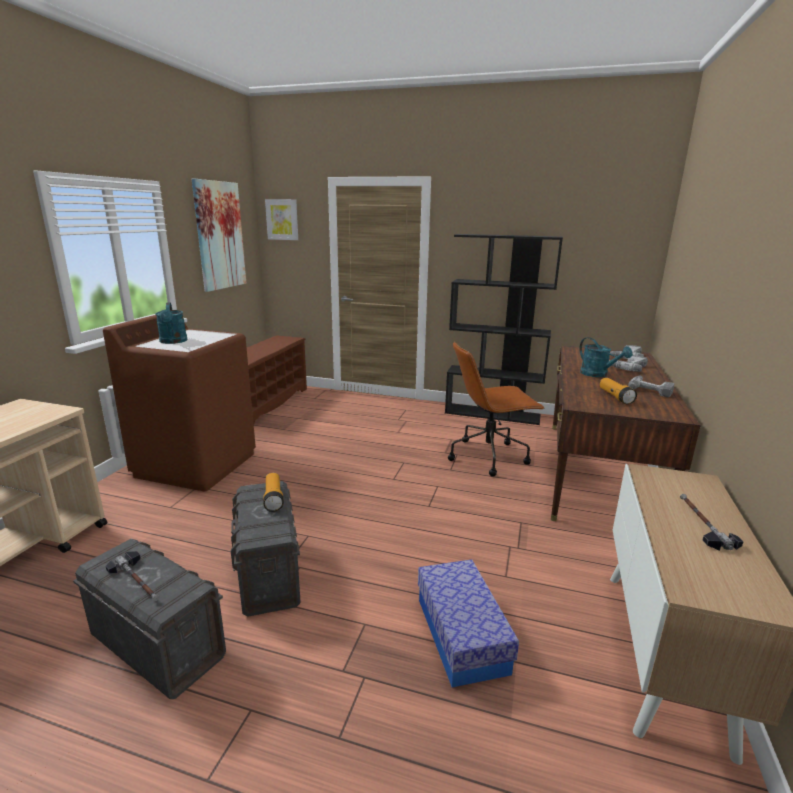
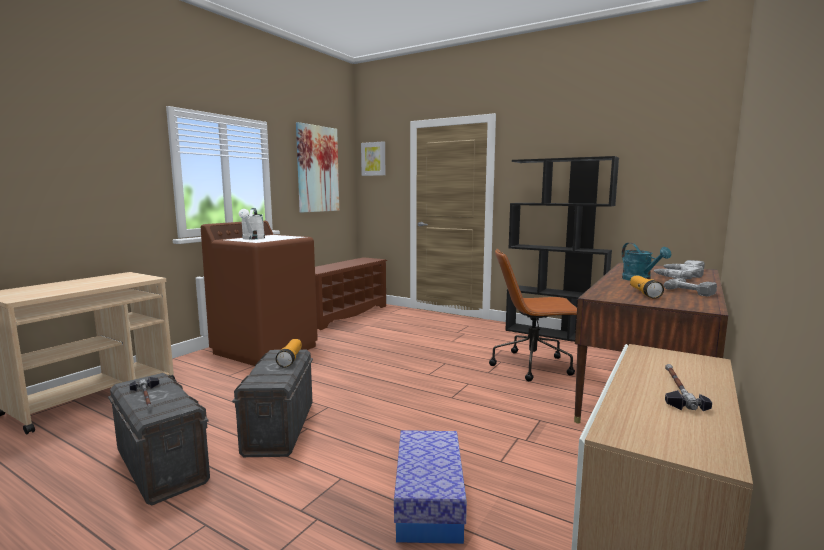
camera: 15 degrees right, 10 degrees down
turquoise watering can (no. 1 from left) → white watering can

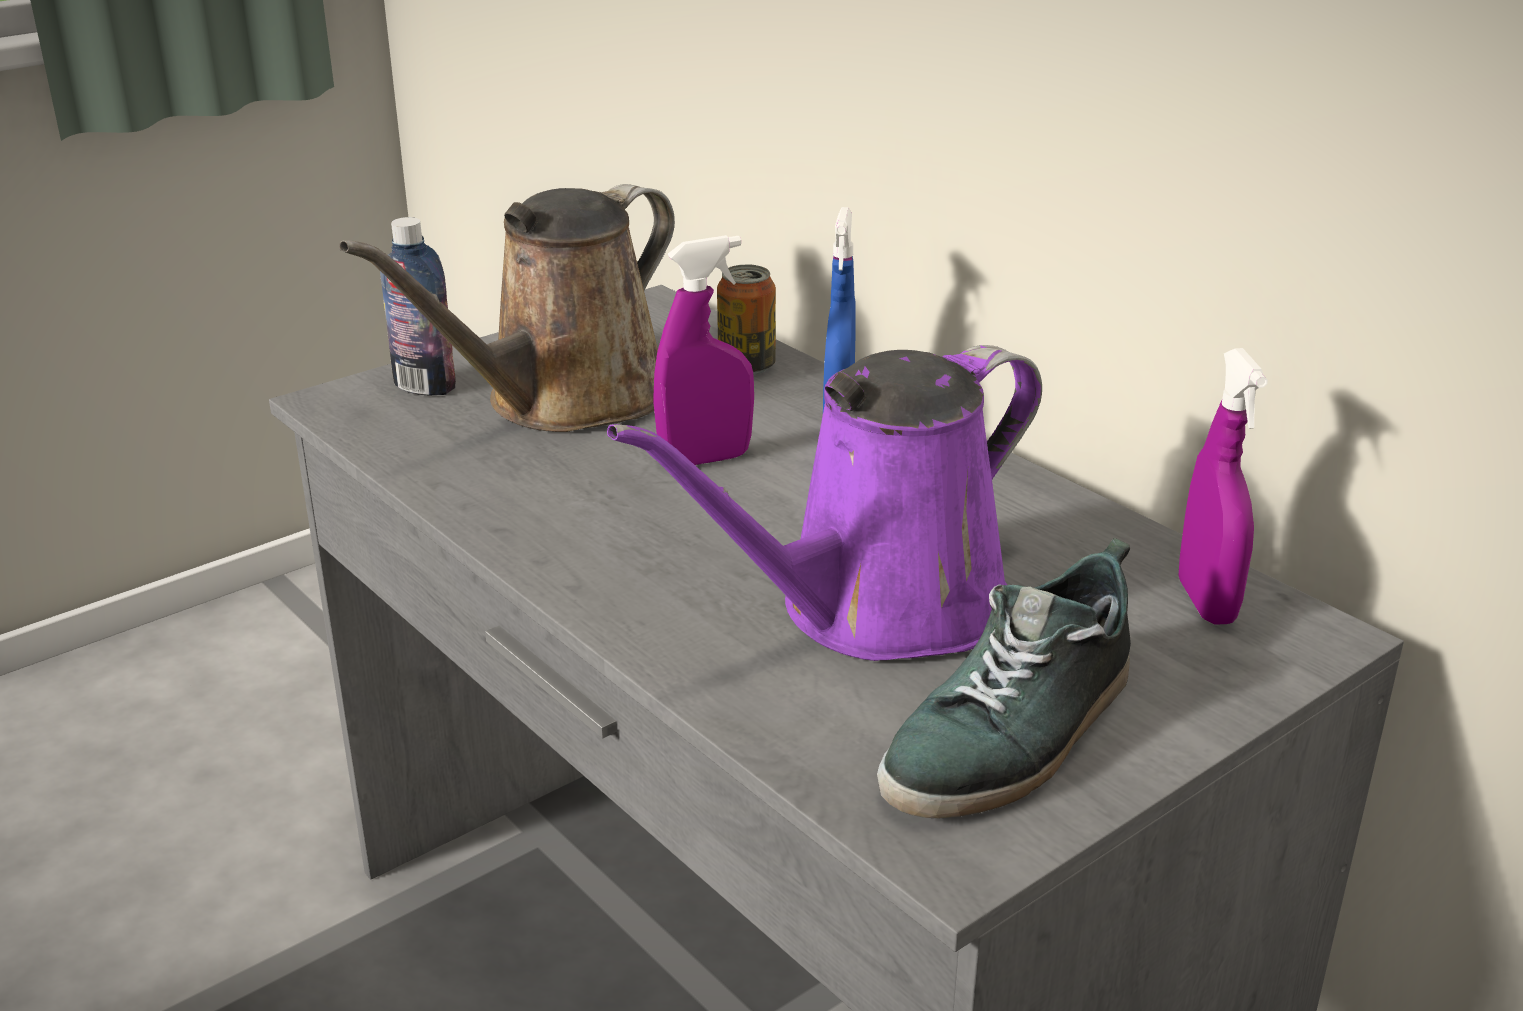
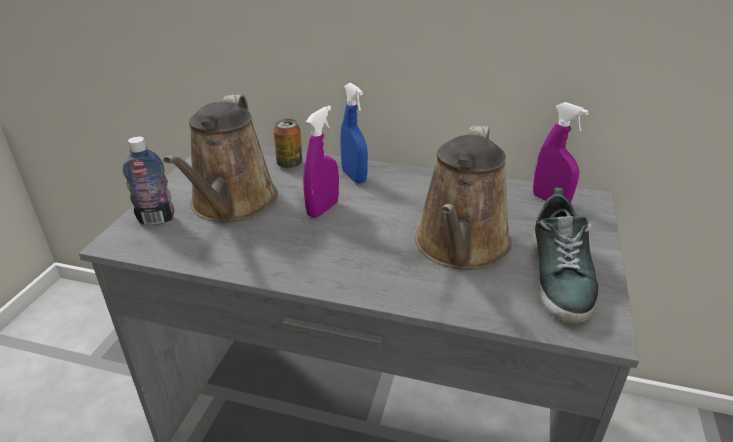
camera: 35 degrees left, 5 degrees up
purple watering can → brown watering can (no. 2 from left)

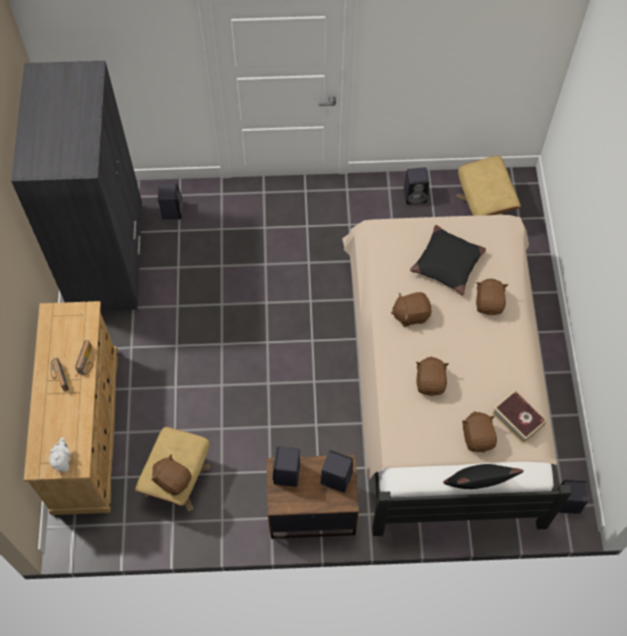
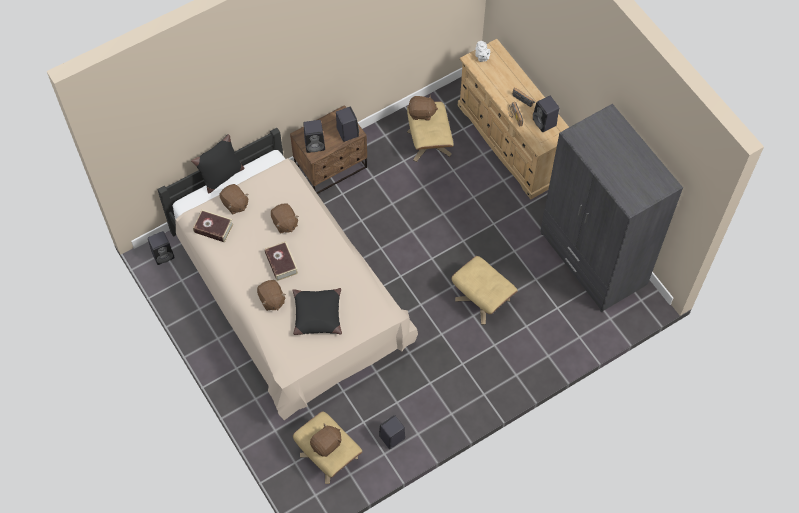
camera: 150 degrees right, 0 degrees up
black speaker (no. 1 from left in the first image) → black speaker (no. 5 from left), shifted
brown plush toy (no. 2 from left in the first image) → brown plush toy (no. 4 from left), shifted
- → book (no. 2 from left)
- → beige ottoman (no. 3 from left)

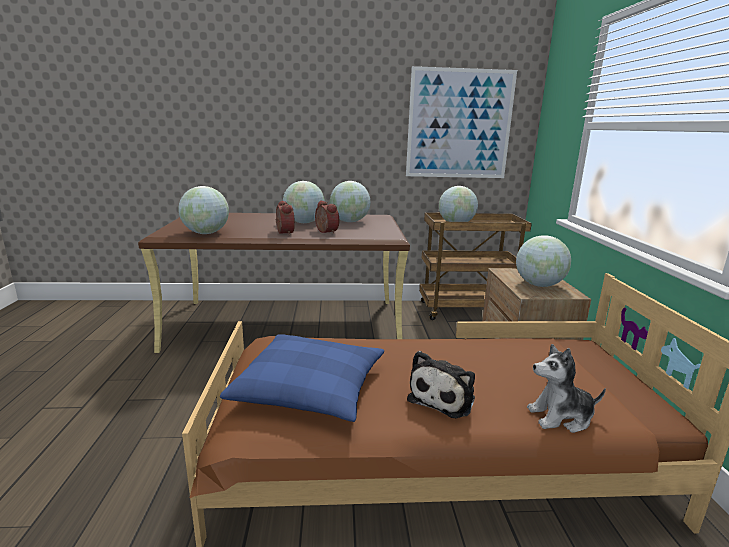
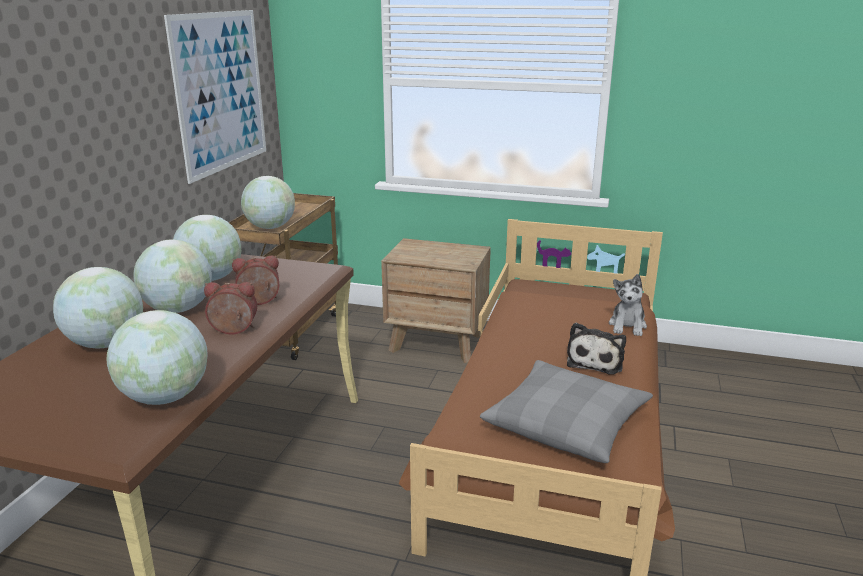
camera: 70 degrees left, 5 degrees up
globe (no. 5 from left in the first image) → globe (no. 1 from left), shifted
blue pillow → grey pillow
plush toy (no. 1 from left), 60 degrees clockwise

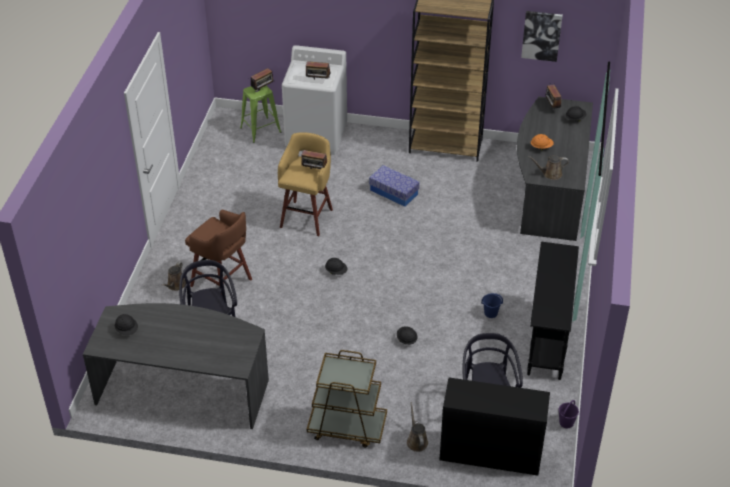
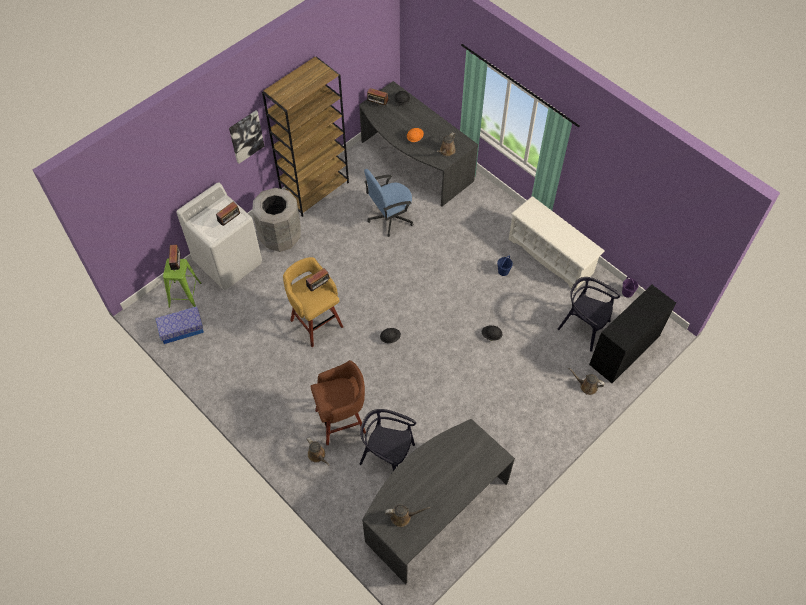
camera: 55 degrees left, 15 degrees up
picture, shifted
storage box, shifted
black console table → white shoe rack
black hard hat (no. 1 from left) → brown watering can (no. 2 from left)
brown cart → -
- → blue office chair
- → grey trash can

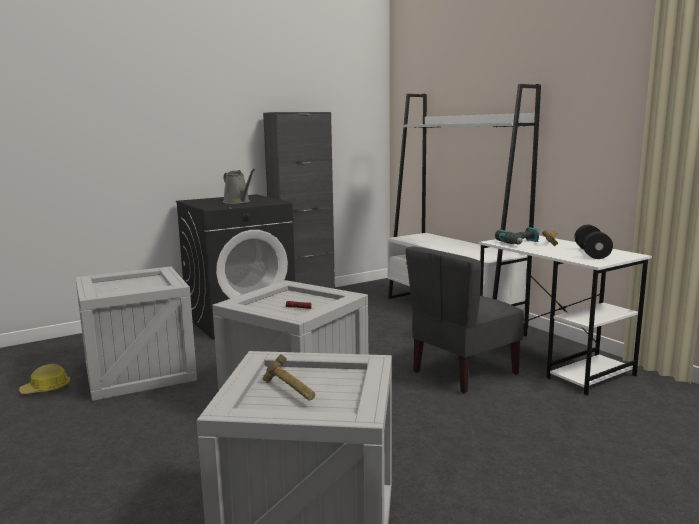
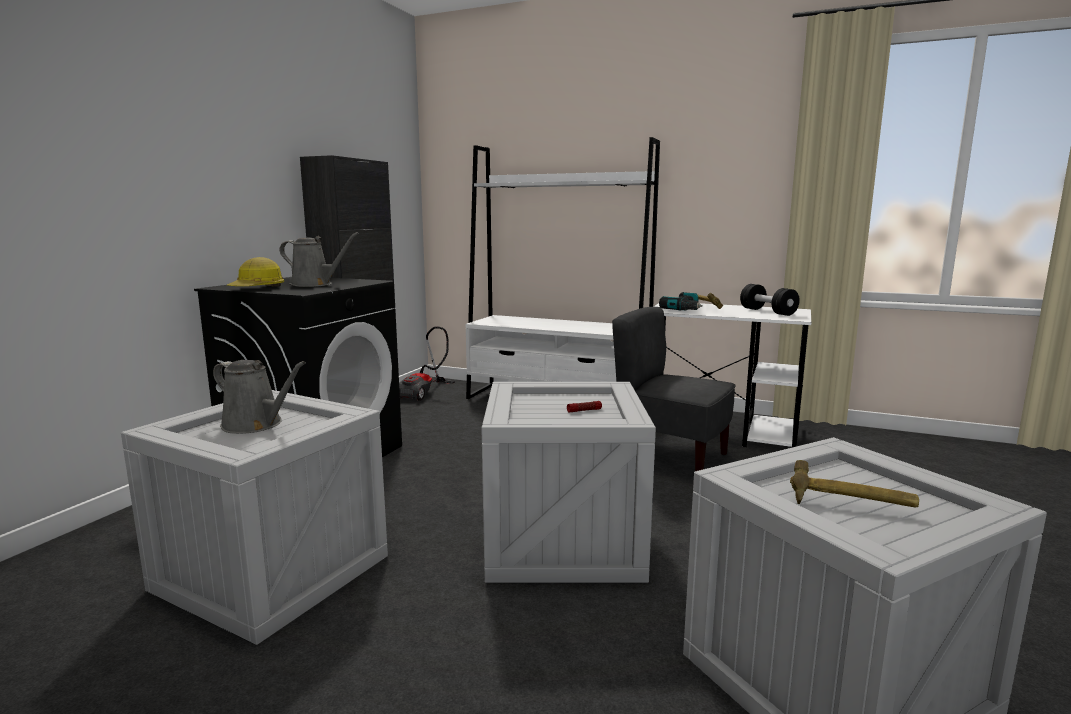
camera: 35 degrees left, 0 degrees up
grey chair, 105 degrees clockwise
hard hat, shifted
- → vacuum cleaner
- → grey watering can (no. 1 from left)

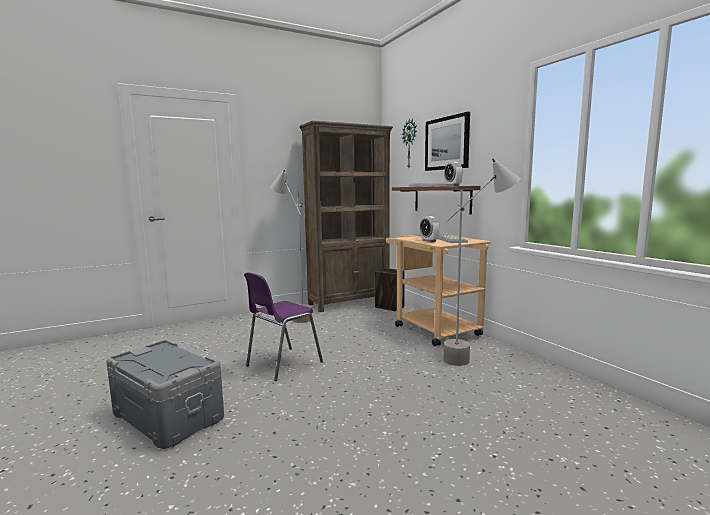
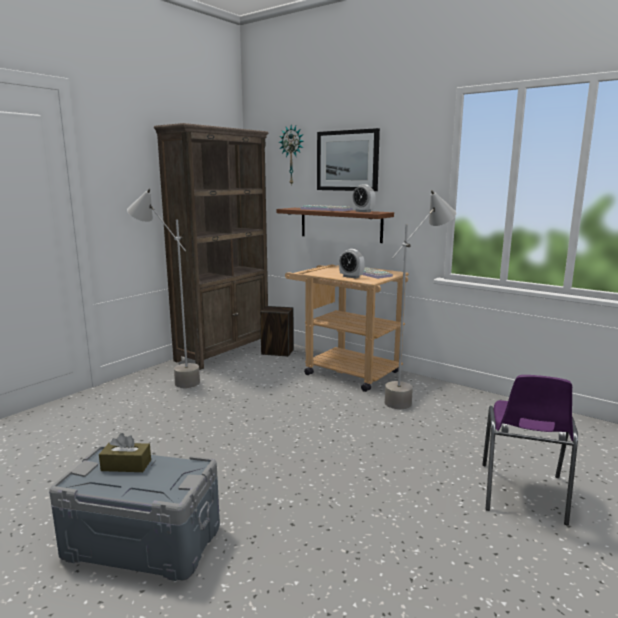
camera: 25 degrees left, 5 degrees up
purple chair, shifted
- → brown tissue box

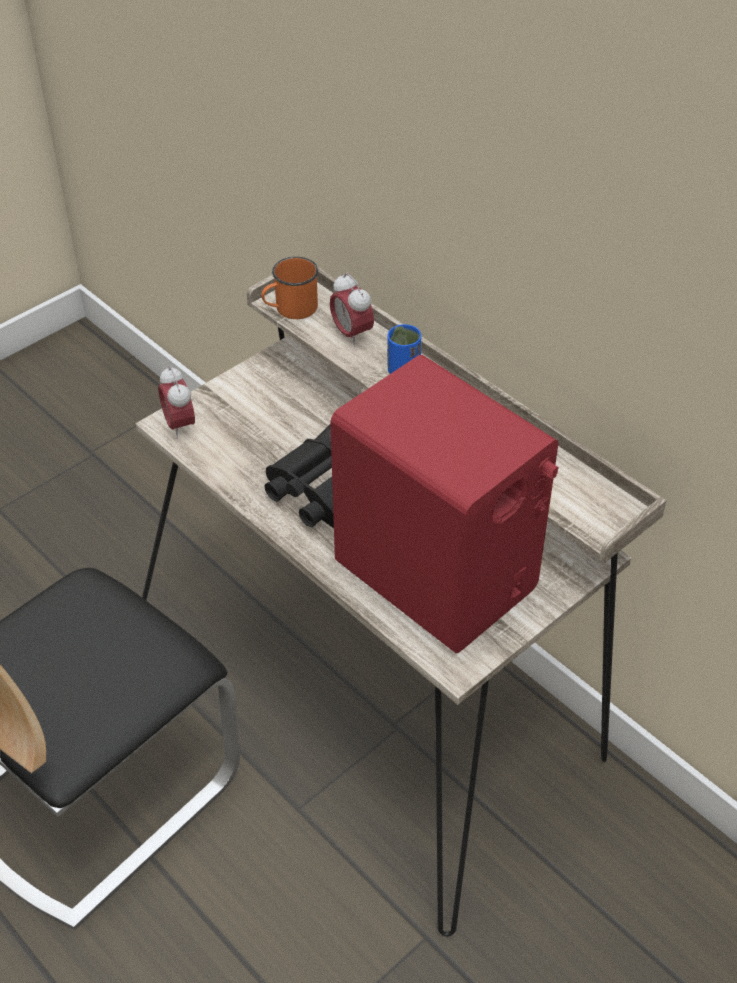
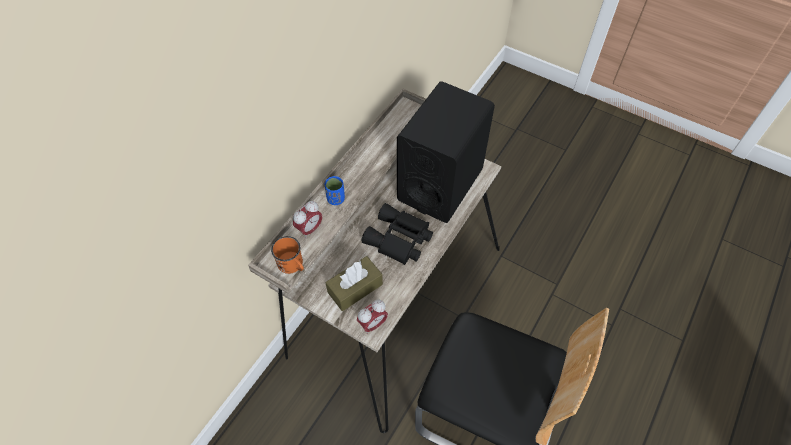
camera: 105 degrees left, 10 degrees up
red speaker → black speaker
- → brown tissue box

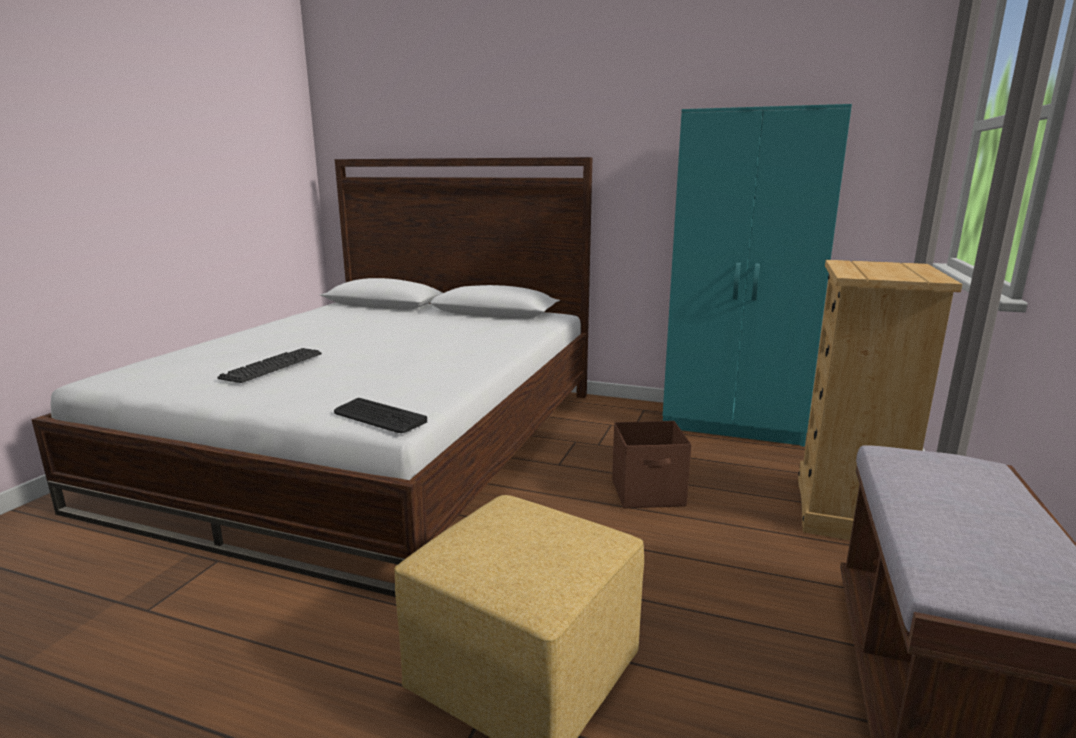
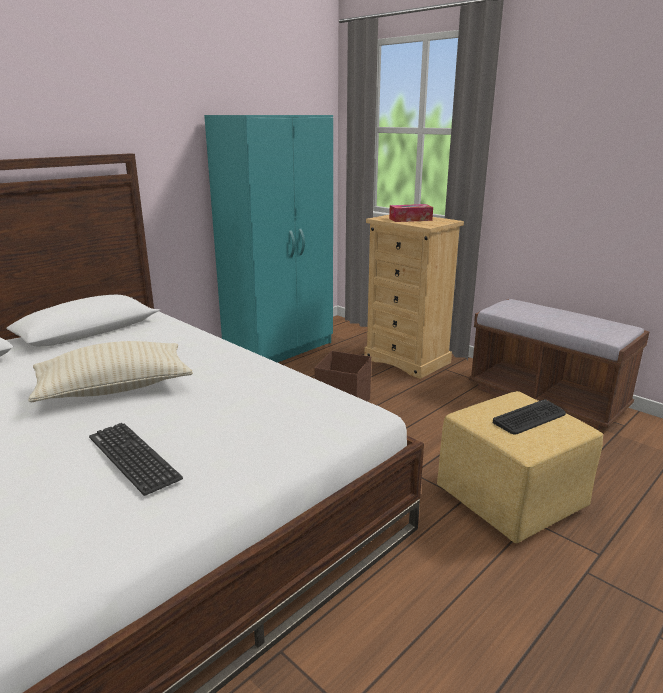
camera: 65 degrees left, 5 degrees up
keyboard (no. 2 from left), shifted
- → tissue box
- → beige pillow

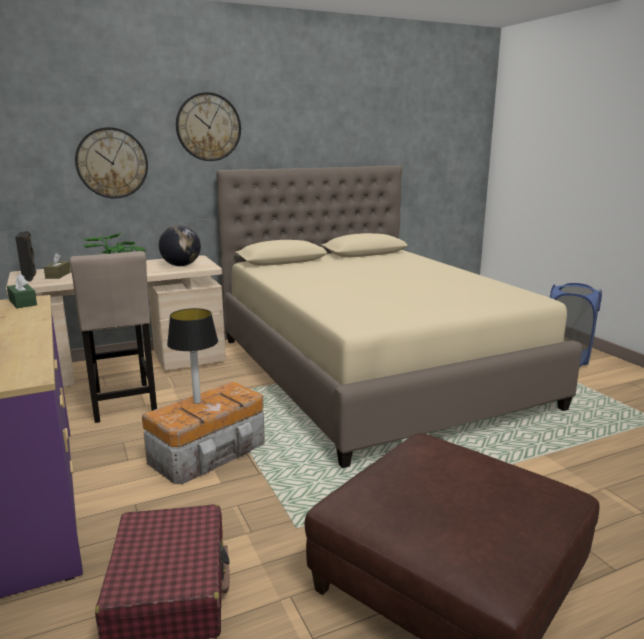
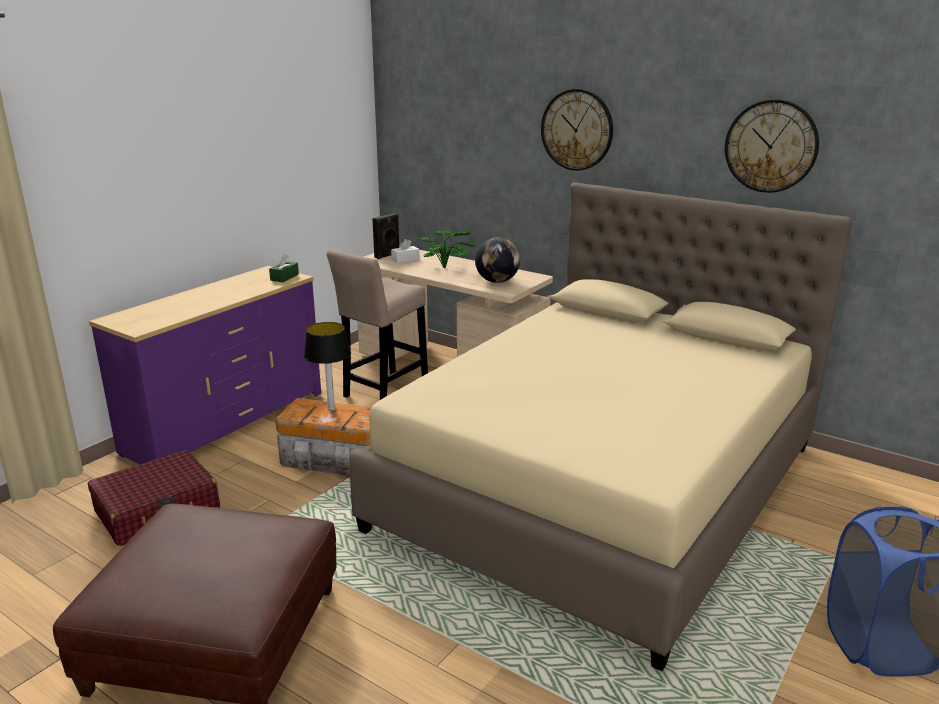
camera: 60 degrees right, 5 degrees up
wall clock (no. 1 from left in the first image) → wall clock (no. 2 from left), shifted
brown tissue box → white tissue box

